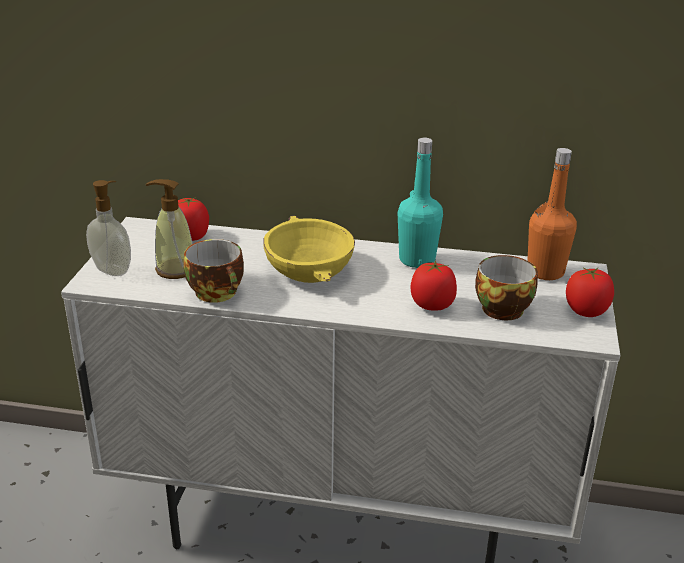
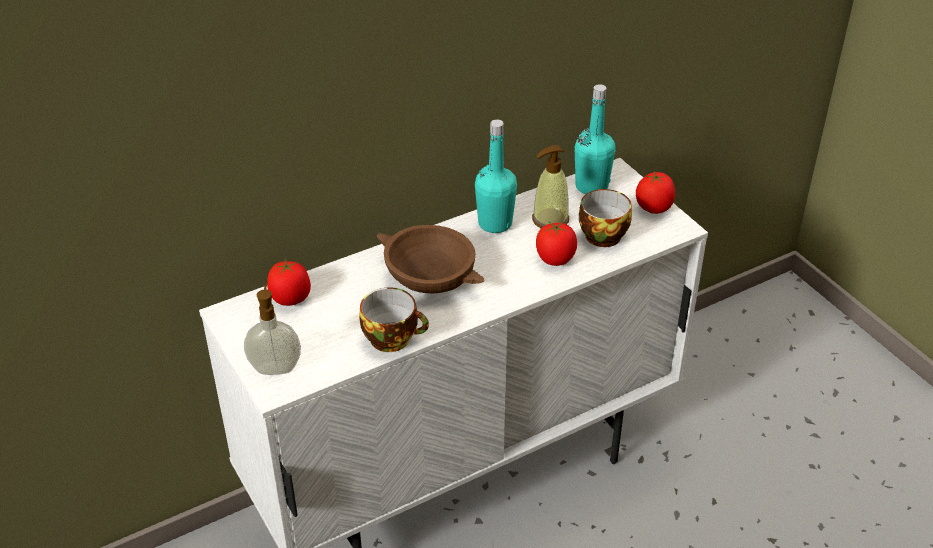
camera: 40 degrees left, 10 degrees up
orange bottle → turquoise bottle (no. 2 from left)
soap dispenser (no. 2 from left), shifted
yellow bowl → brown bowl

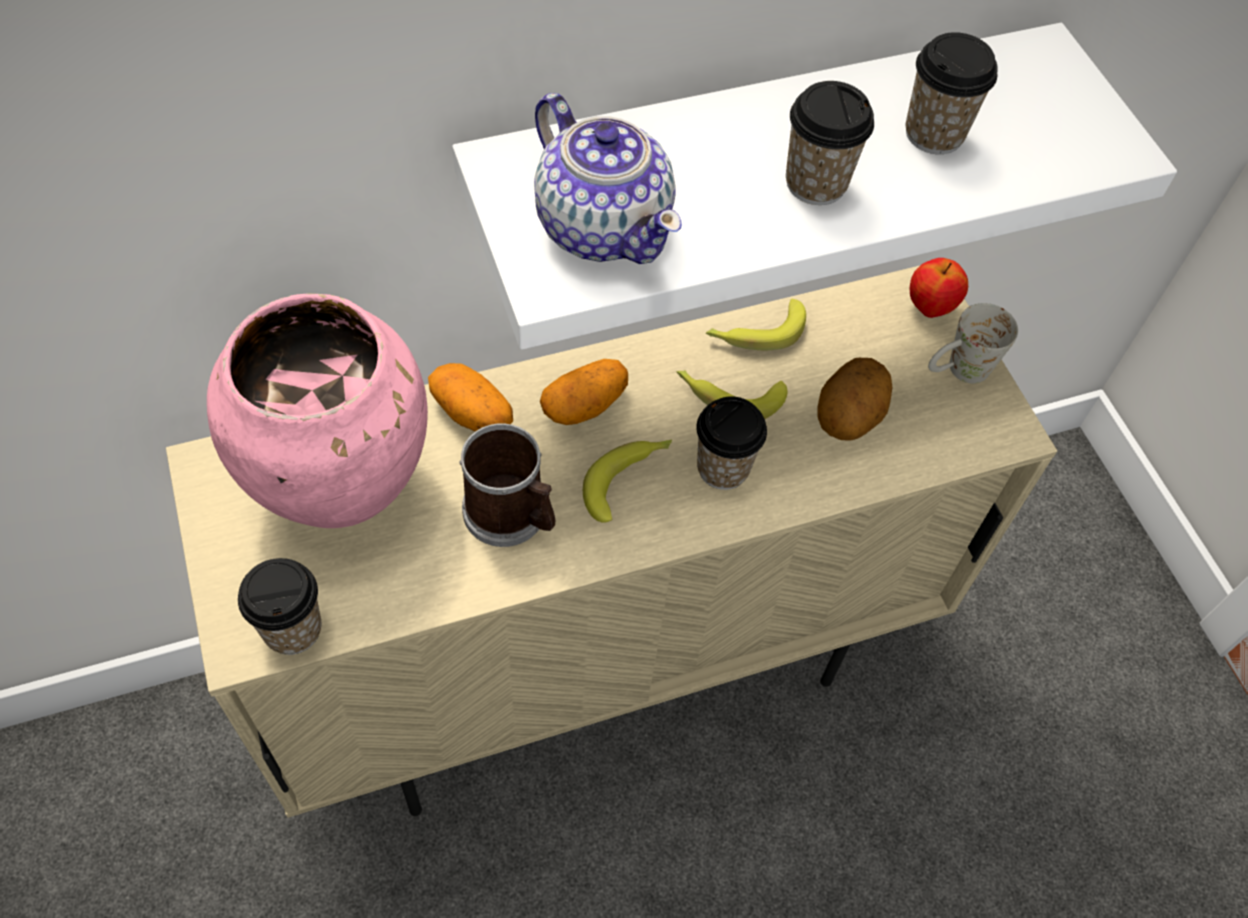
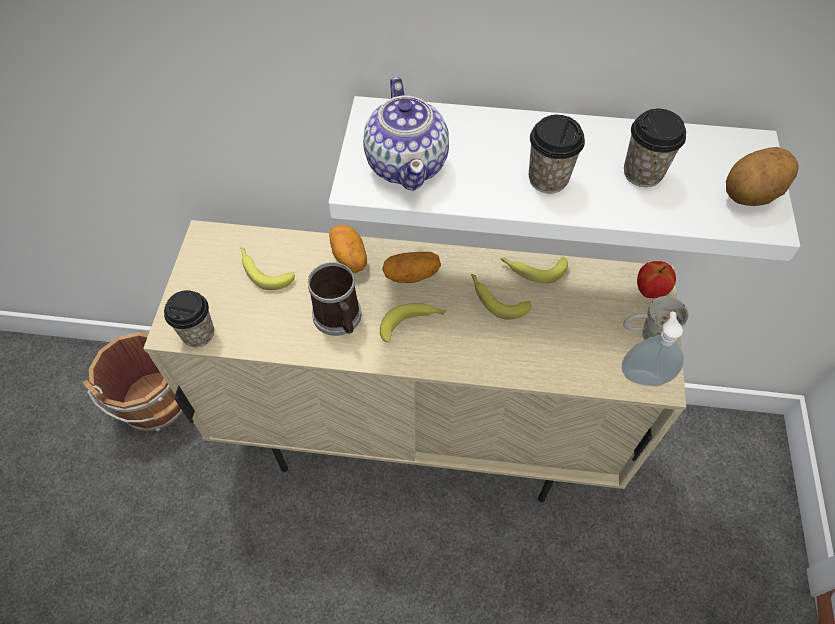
camera: 30 degrees right, 0 degrees up
pink vase → banana (no. 1 from left)
potato (no. 3 from left), shifted
cup (no. 2 from left) → -
- → soap dispenser
- → brown bucket

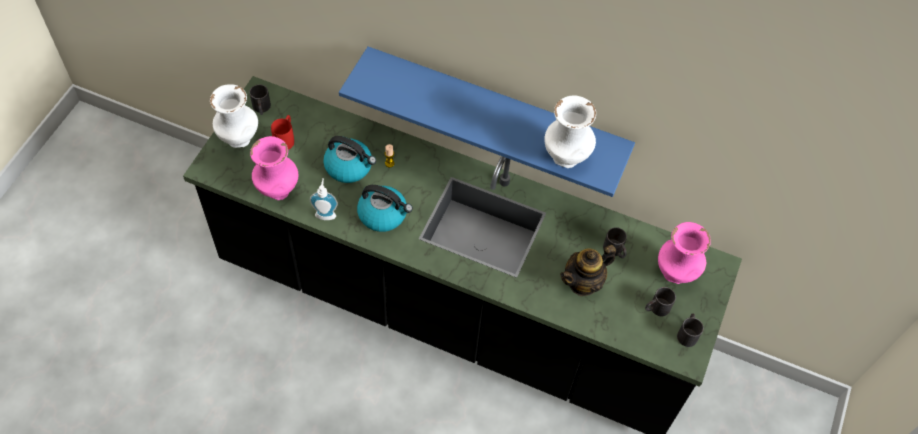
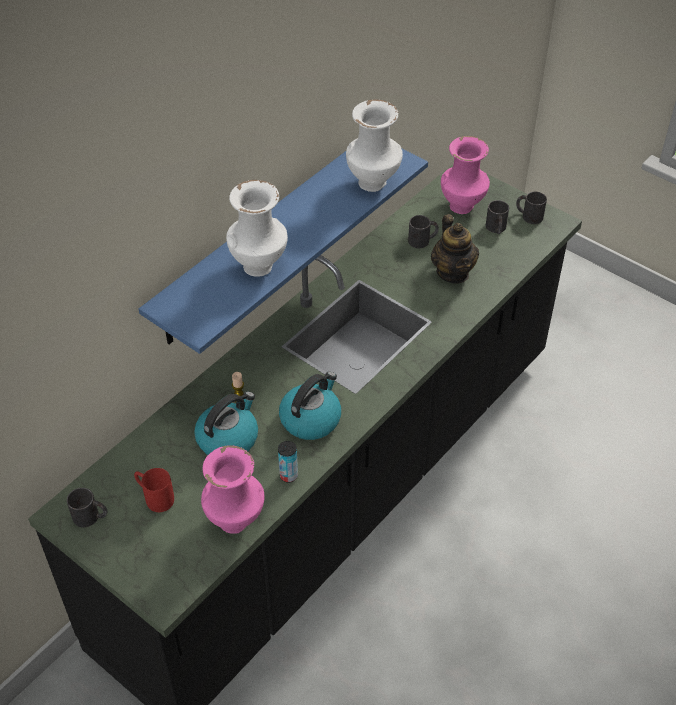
camera: 70 degrees left, 10 degrees down
white vase (no. 1 from left), shifted
soap dispenser → can

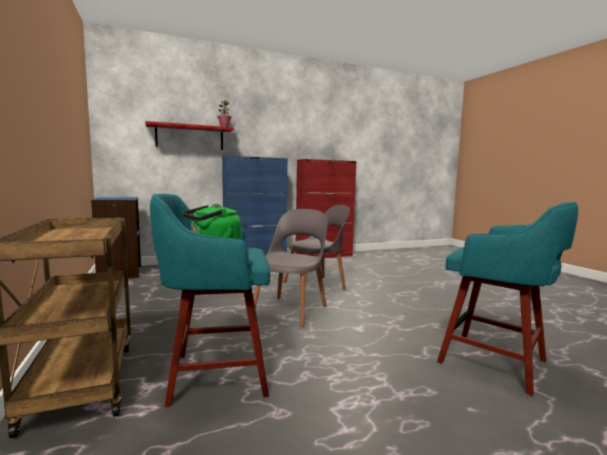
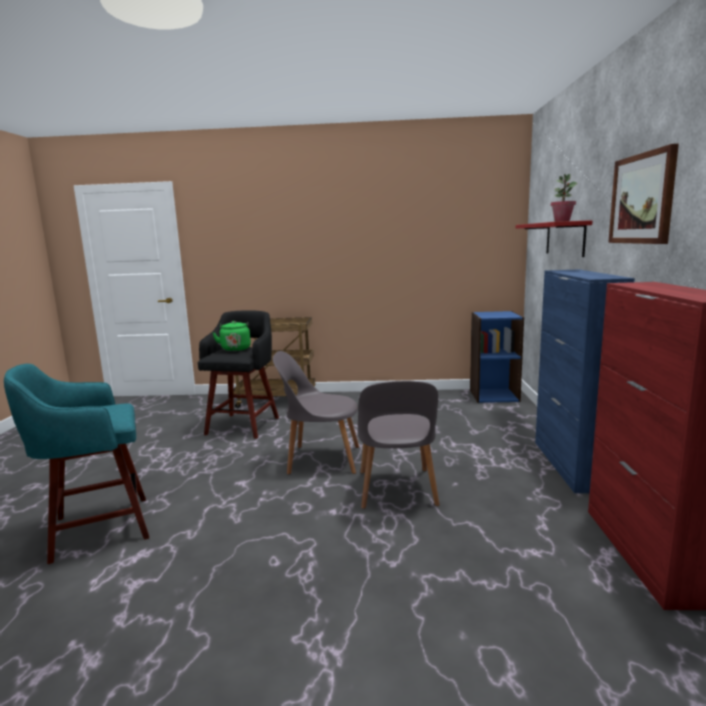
camera: 115 degrees right, 5 degrees up
turquoise stool (no. 1 from left) → black stool
grey chair (no. 1 from left), 135 degrees clockwise
- → picture

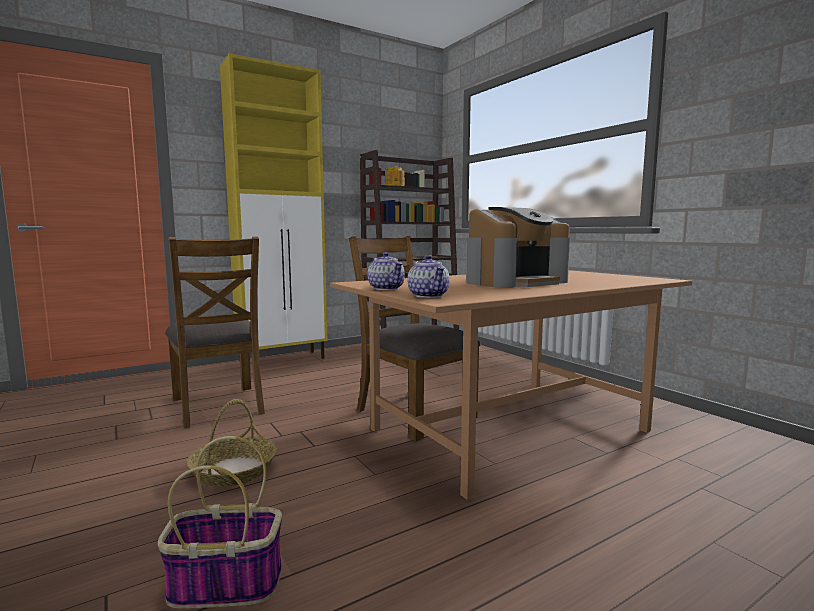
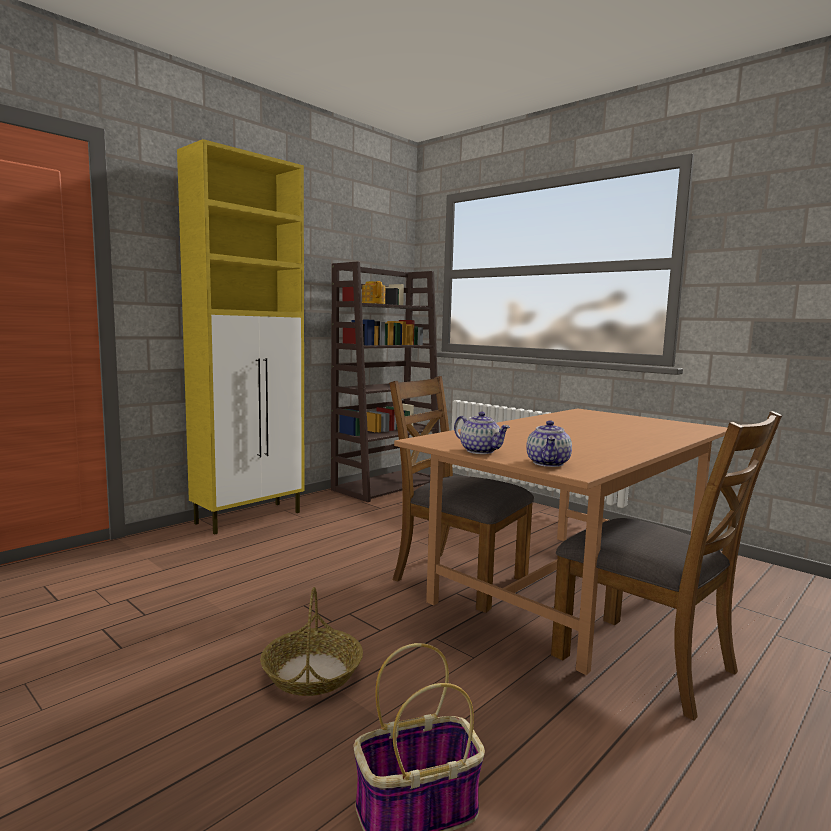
camera: 15 degrees left, 0 degrees up
coffee machine → -
brown chair (no. 1 from left in the first image) → brown chair (no. 2 from left), shifted
teapot (no. 3 from left), 45 degrees clockwise

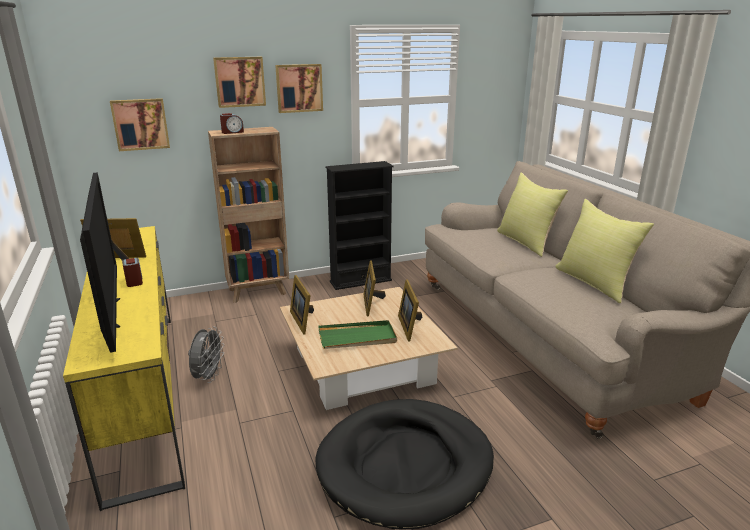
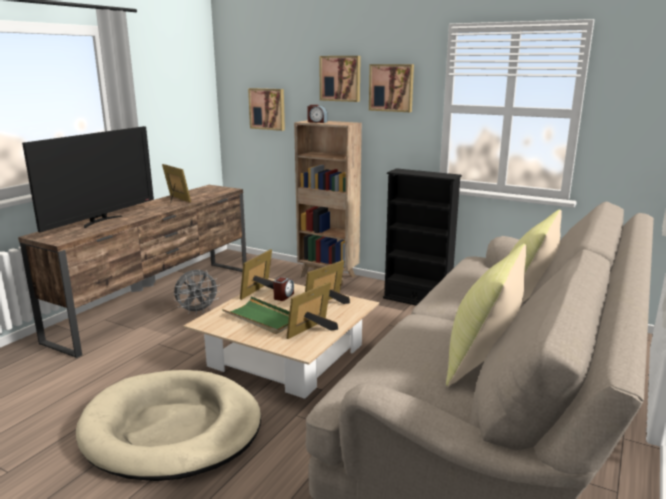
camera: 50 degrees right, 5 degrees down
yellow tv stand → brown tv stand
alarm clock (no. 1 from left), shifted
black dog bed → beige dog bed

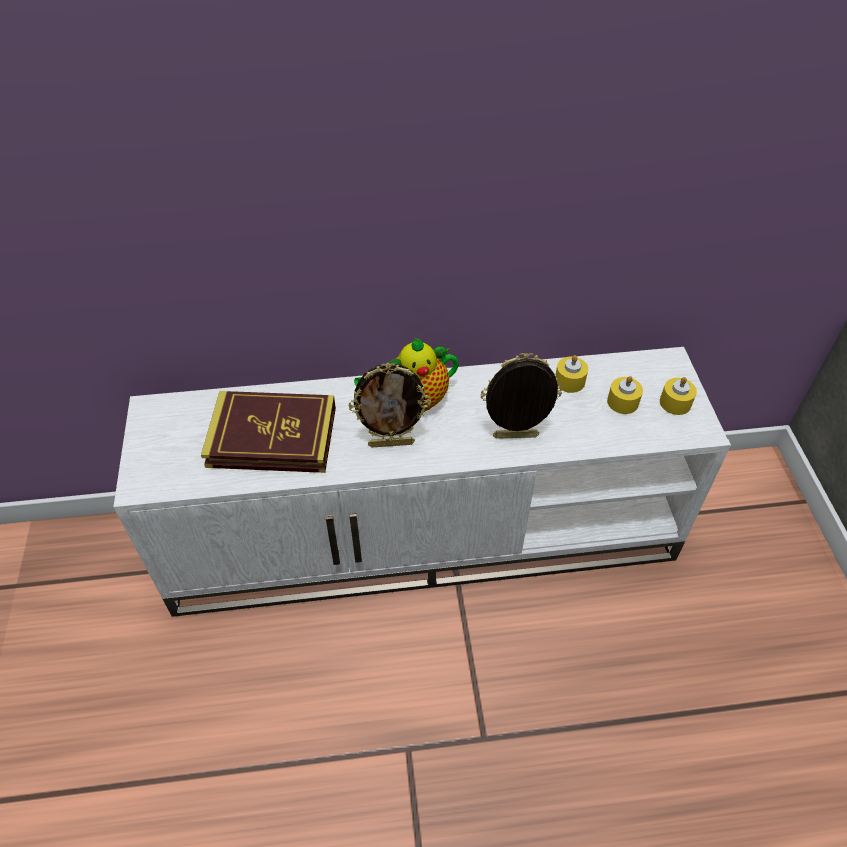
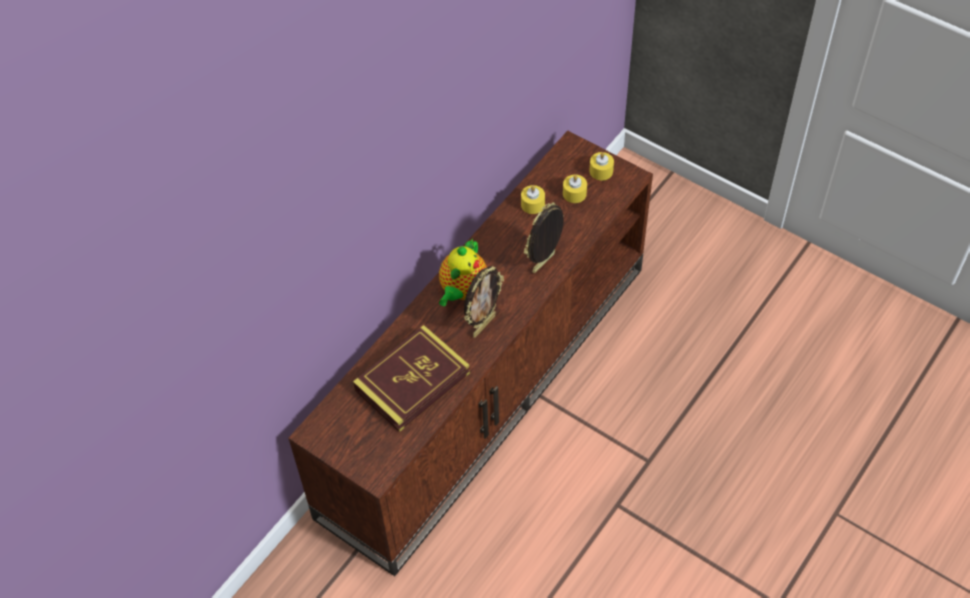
camera: 45 degrees left, 5 degrees up
white tv stand → brown tv stand

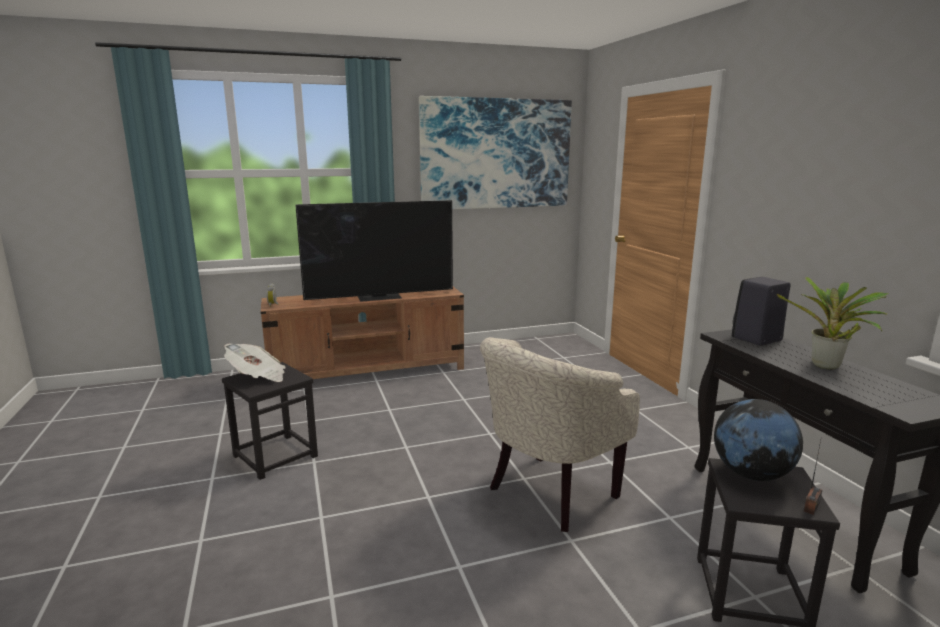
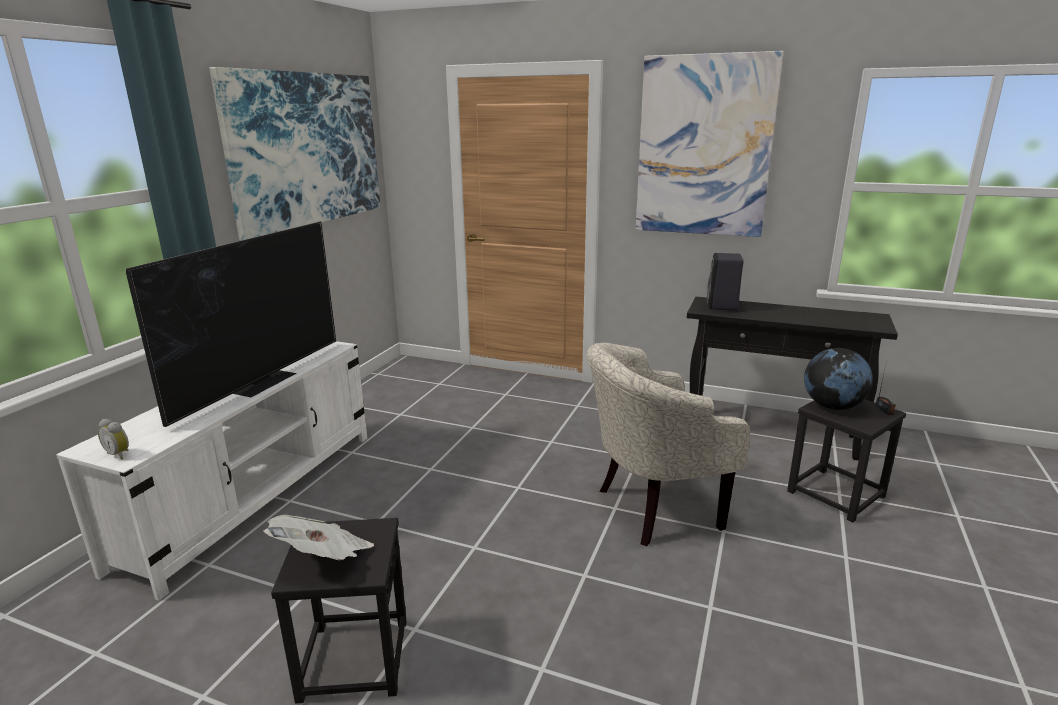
camera: 50 degrees left, 5 degrees up
potted plant → -
brown tv stand → white tv stand
beige armchair, 75 degrees clockwise
- → picture (no. 2 from left)

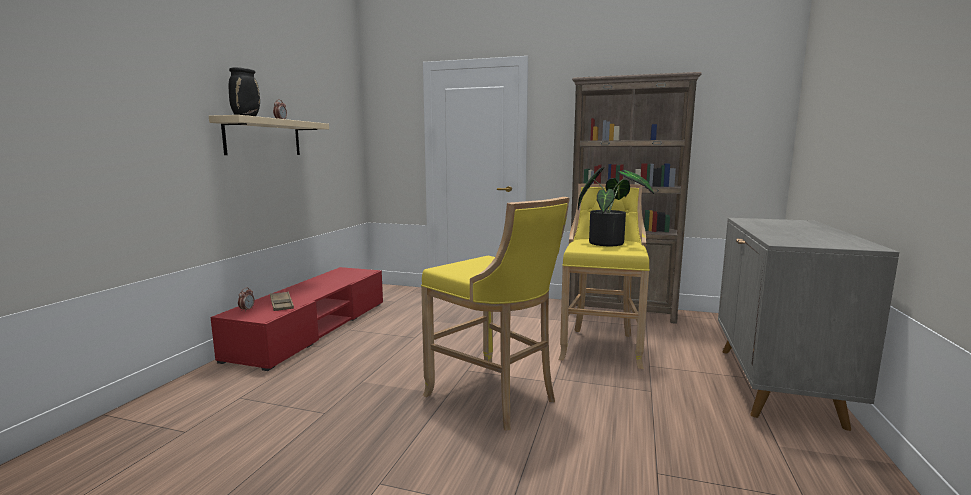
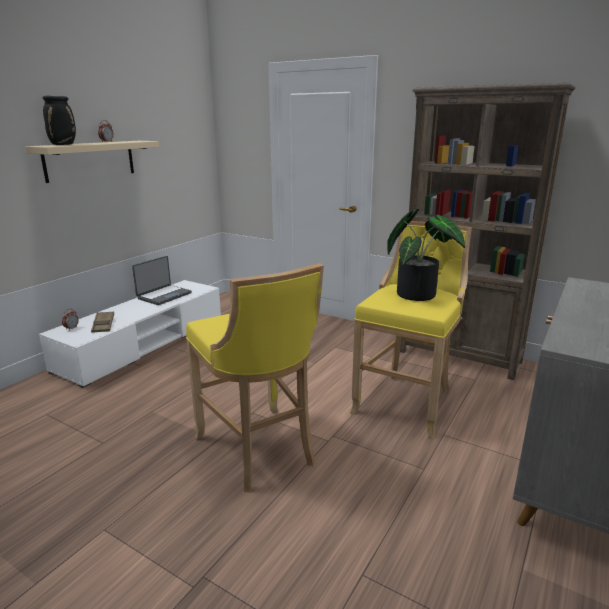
camera: 15 degrees right, 10 degrees up
red tv stand → white tv stand
- → laptop

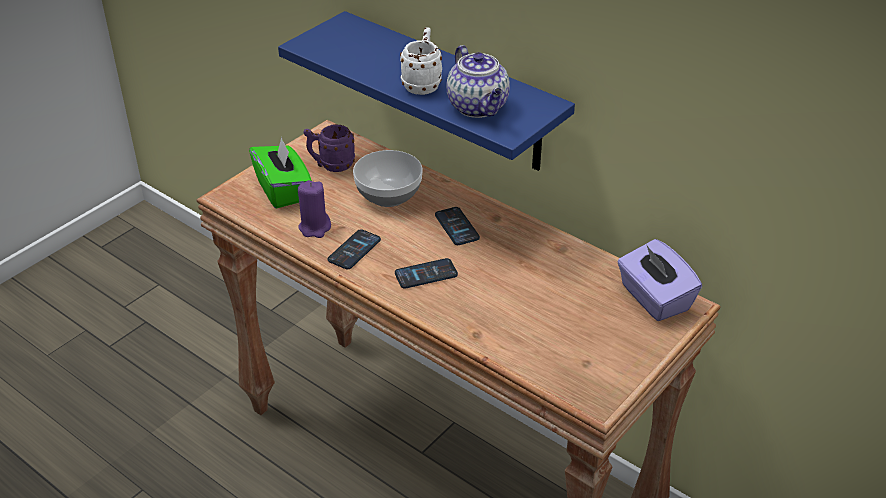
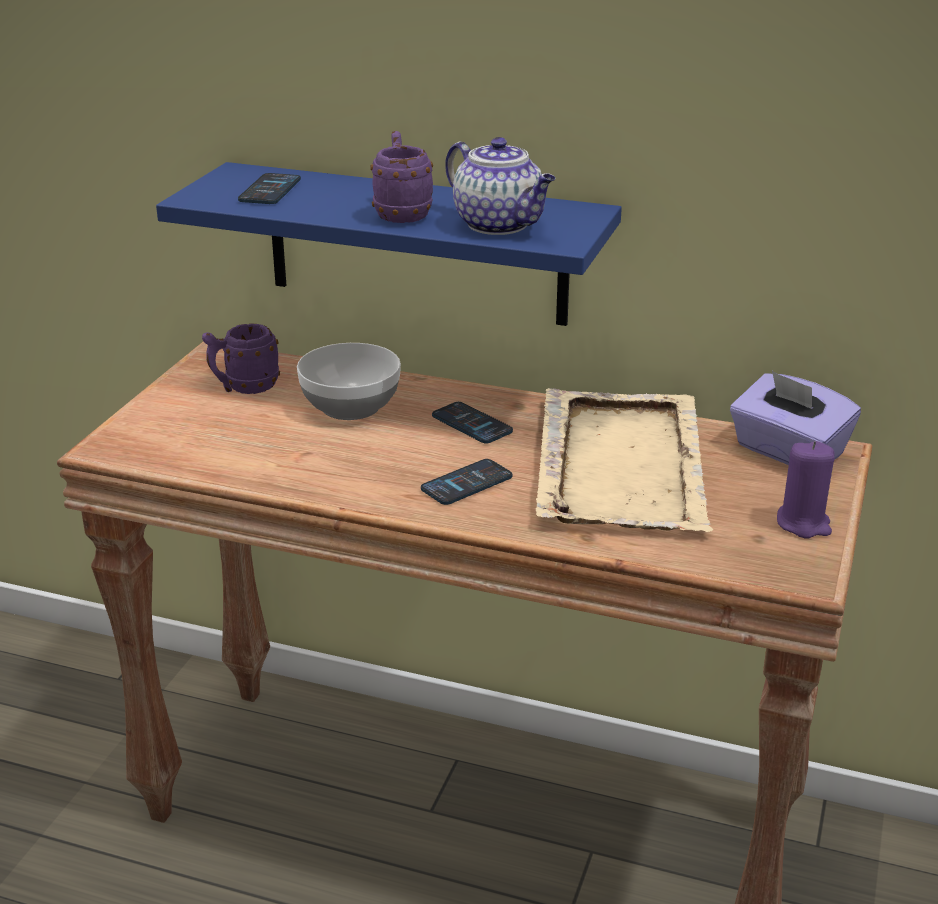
camera: 20 degrees left, 10 degrees down
white mug → purple mug (no. 2 from left)
green tissue box → -
purple candle, shifted
phone (no. 1 from left), shifted
- → beige tray

